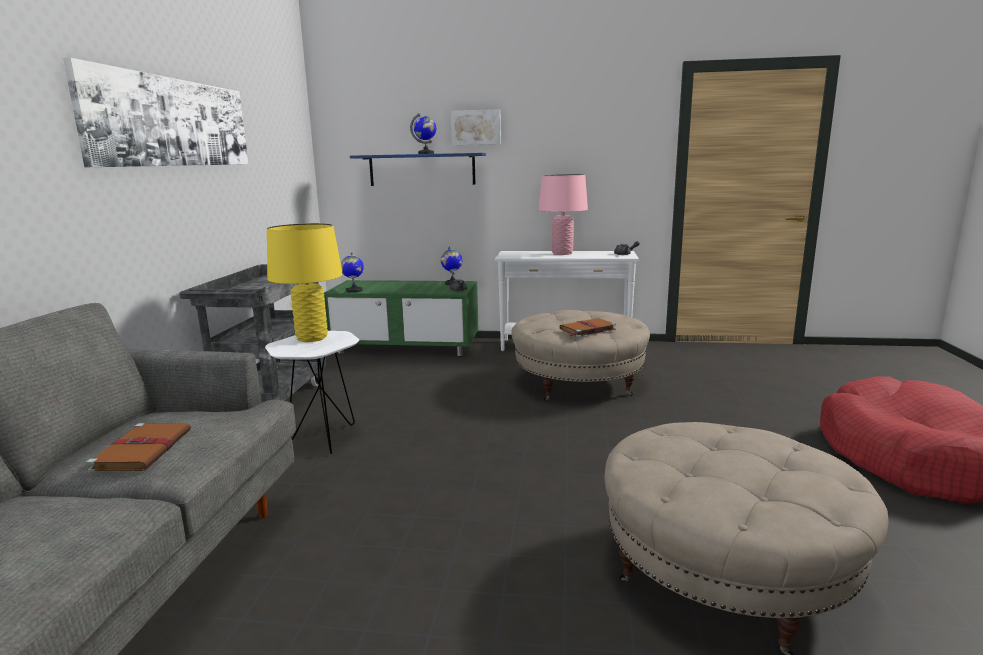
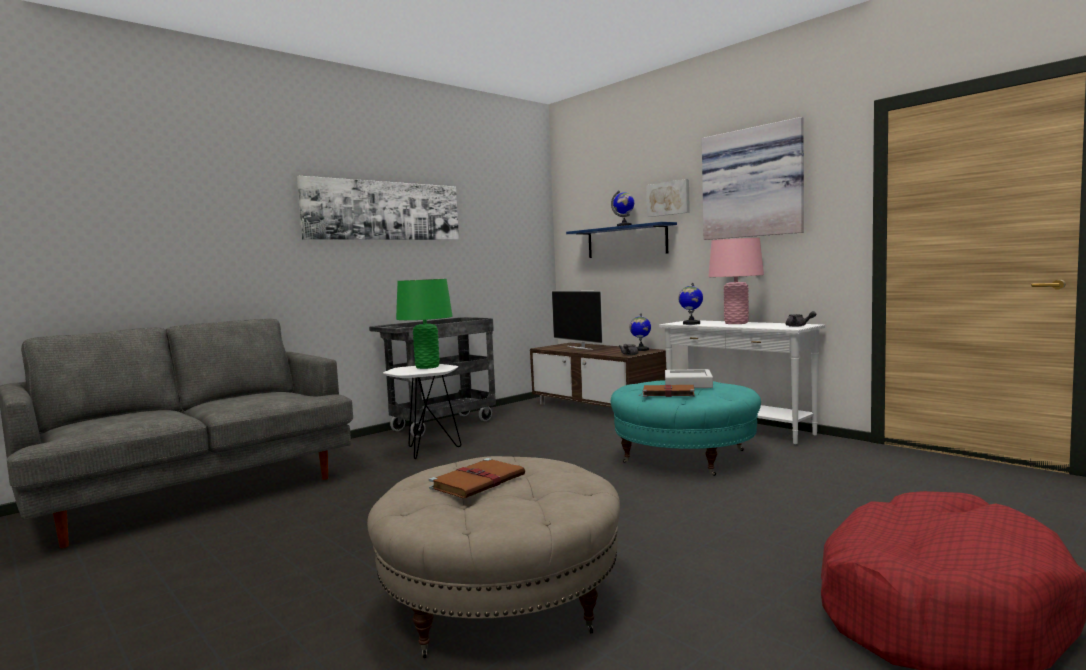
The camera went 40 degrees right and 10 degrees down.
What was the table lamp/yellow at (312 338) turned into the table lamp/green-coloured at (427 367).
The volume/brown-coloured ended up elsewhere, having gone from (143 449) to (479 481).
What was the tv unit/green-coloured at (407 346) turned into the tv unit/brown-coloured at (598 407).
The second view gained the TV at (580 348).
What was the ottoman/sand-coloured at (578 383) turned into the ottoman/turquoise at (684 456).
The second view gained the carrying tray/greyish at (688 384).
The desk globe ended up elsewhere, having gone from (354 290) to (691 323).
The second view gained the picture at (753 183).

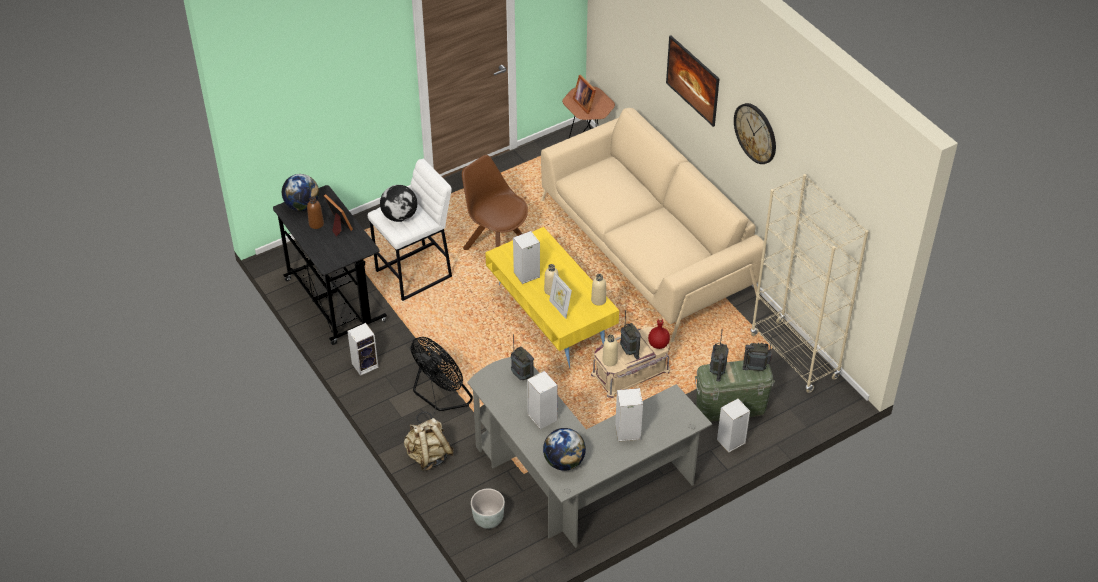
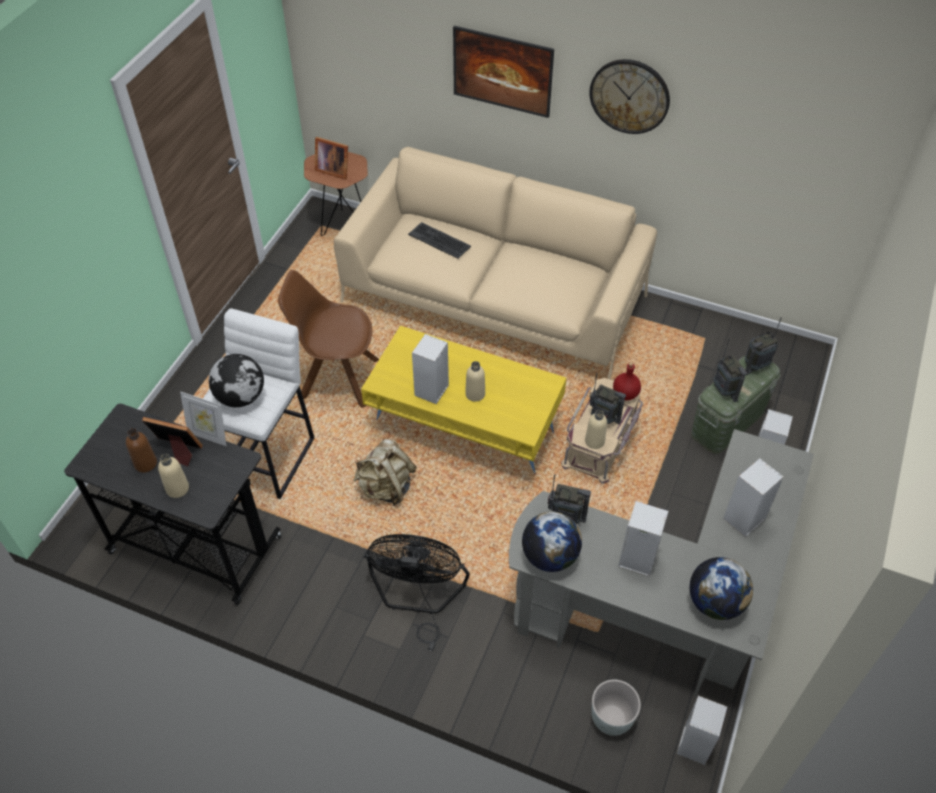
The camera went 35 degrees left and 5 degrees up.
The bottle/sand-coloured ended up elsewhere, having gone from (598 300) to (177 488).
The picture frame ended up elsewhere, having gone from (560 308) to (209 436).
The rucksack/sand-coloured ended up elsewhere, having gone from (428 456) to (386 487).
The second view gained the keyboard at (439 240).
The desk globe ended up elsewhere, having gone from (302 205) to (549 556).
The speaker ended up elsewhere, having gone from (365 365) to (694 743).
The second view lost the bookcase/sand-coloured at (794 356).

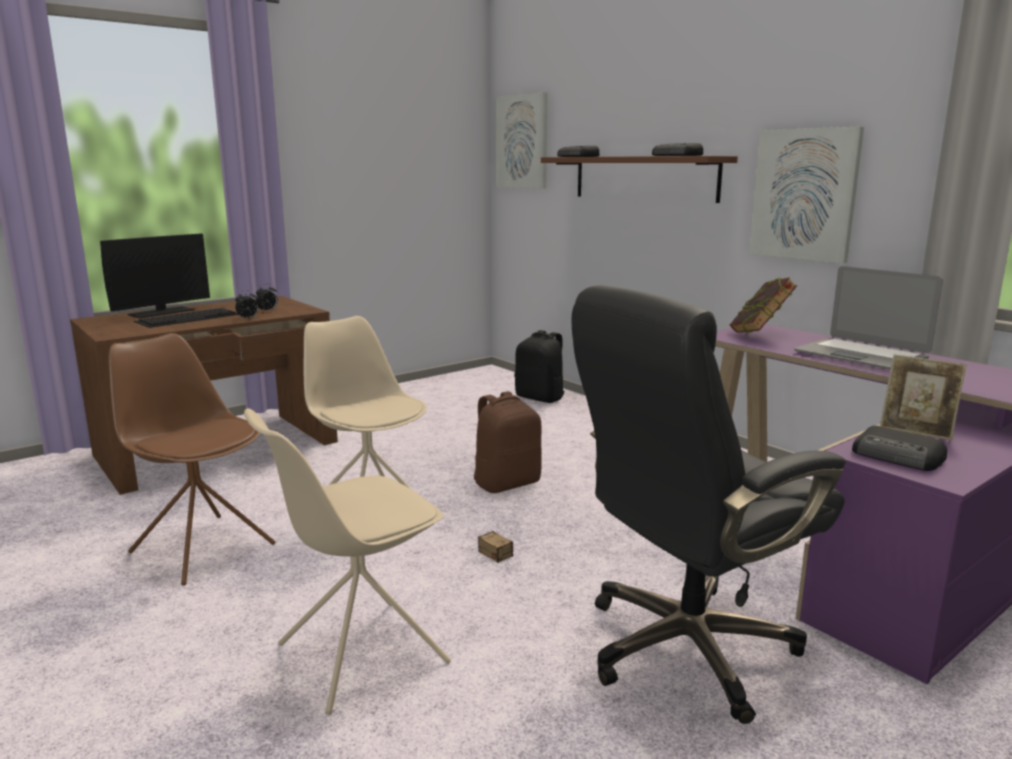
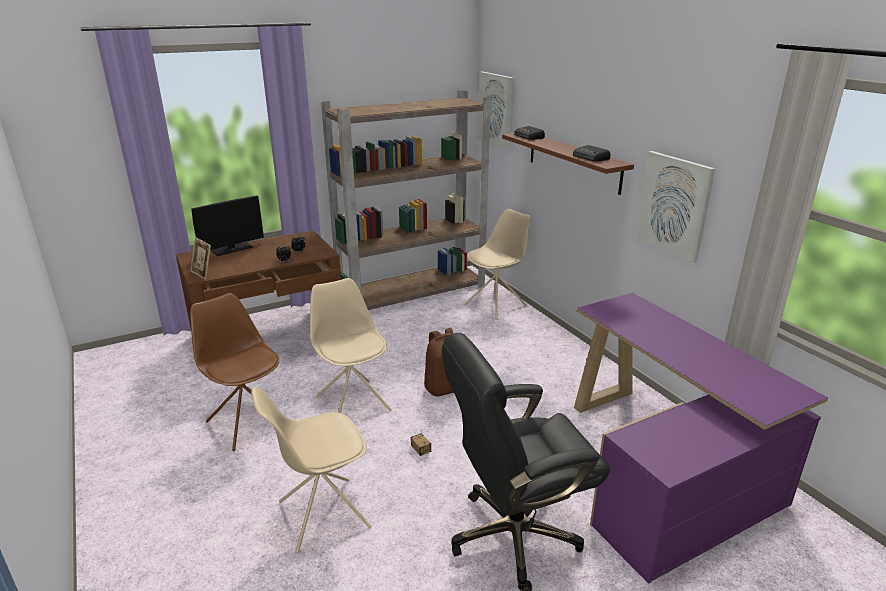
The camera went 10 degrees right and 10 degrees up.
The picture frame ended up elsewhere, having gone from (916 431) to (203 273).
The second view gained the bookcase/brown-coloured at (412 291).
Where the rucksack/blackish stood at (540 398), the upright chair/sand-coloured came to stand at (496 305).
The second view lost the keyboard at (189 317).
The second view lost the volume at (759 335).
The second view lost the laptop at (861 356).
The second view lost the radio at (898 457).

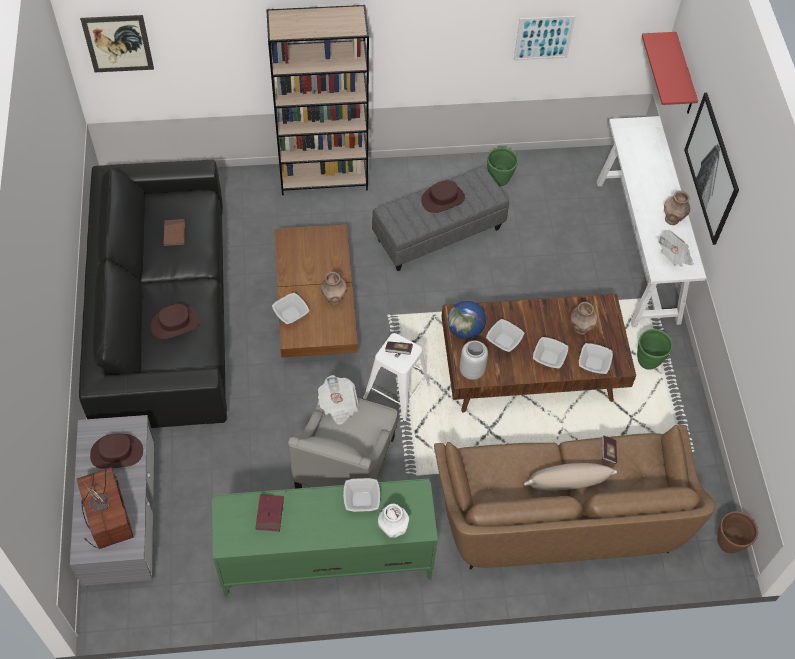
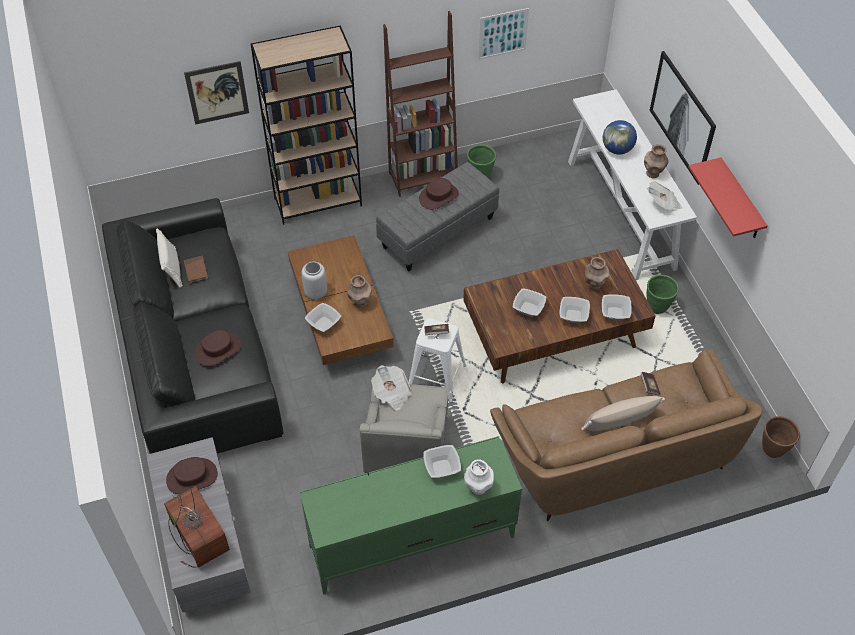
The camera went 10 degrees left and 5 degrees down.
The second view gained the throw pillow/whitish at (171 268).
The picture ended up elsewhere, having gone from (118 43) to (217 92).
The vase/greyish ended up elsewhere, having gone from (471 370) to (315 292).
The second view gained the bookcase/brown-coloured at (423 177).
The desk globe ended up elsewhere, having gone from (465 330) to (617 149).
The shelf/red ended up elsewhere, having gone from (683 76) to (740 201).
The second view lost the volume/red at (269 513).

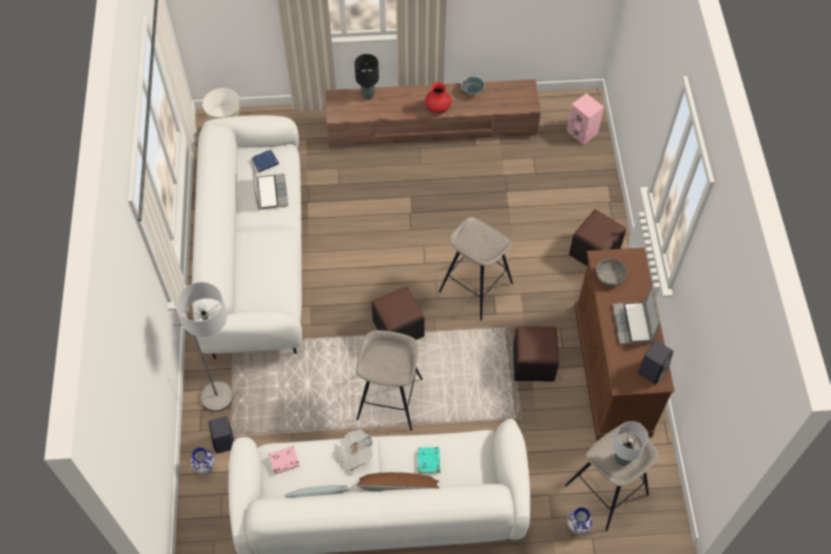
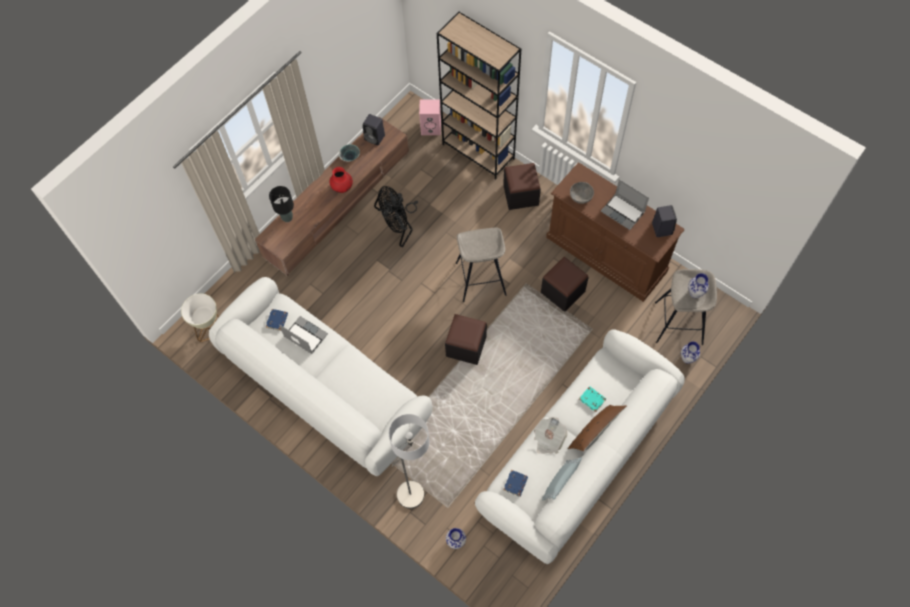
The camera went 45 degrees left and 5 degrees up.
The speaker/blackish ended up elsewhere, having gone from (224 442) to (375 138).
The second view gained the cooling fan/blackish at (398 222).
The second view gained the bookcase/sand-coloured at (479 152).
What was the volume/pink-coloured at (284 461) turned into the volume/bluish at (515 484).
Where the table lamp/greyish stood at (622 459), the vase came to stand at (695 293).
The second view lost the sitting stool/greyish at (390 399).

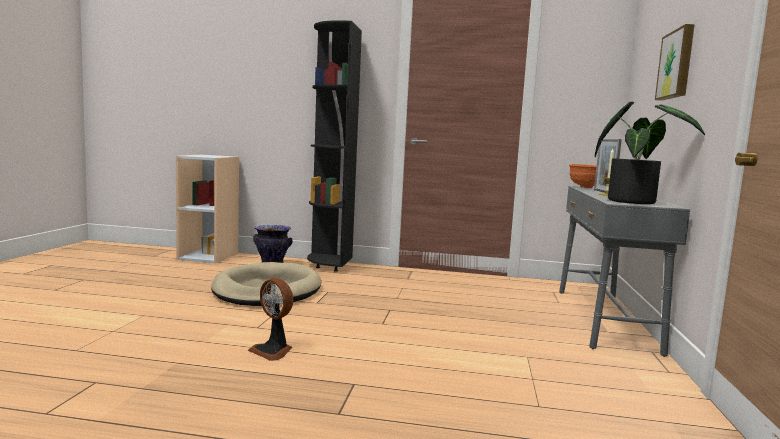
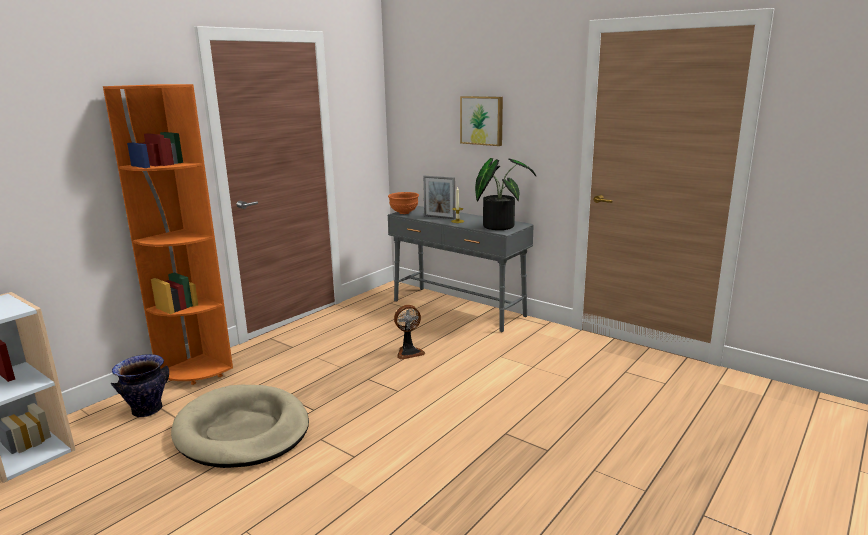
The camera went 60 degrees left and 10 degrees up.
What was the bookcase/blackish at (328 266) turned into the bookcase/orangey at (196 376).
The cooling fan ended up elsewhere, having gone from (273 351) to (409 352).

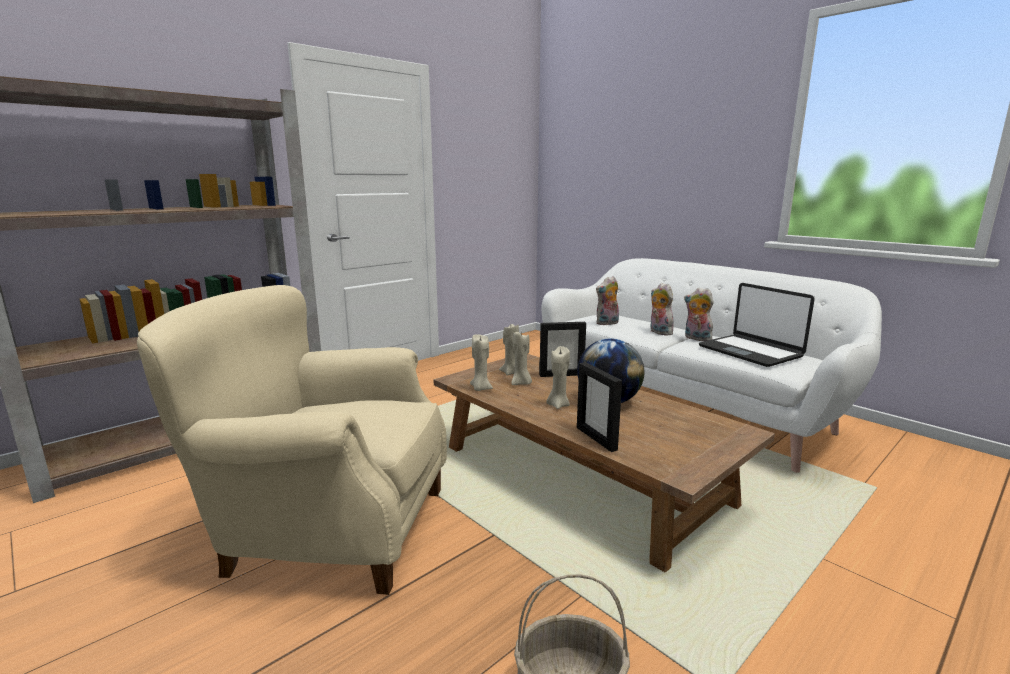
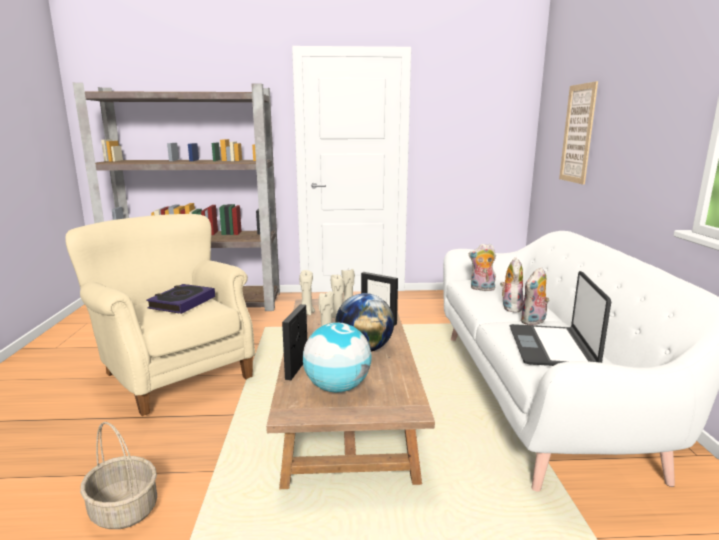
The camera went 40 degrees right and 0 degrees up.
The second view gained the volume at (182 303).
The second view gained the desk globe at (337 387).
The cuddly toy at (696 338) ended up facing another way, 120 degrees counterclockwise from before.
The second view gained the picture at (577 134).

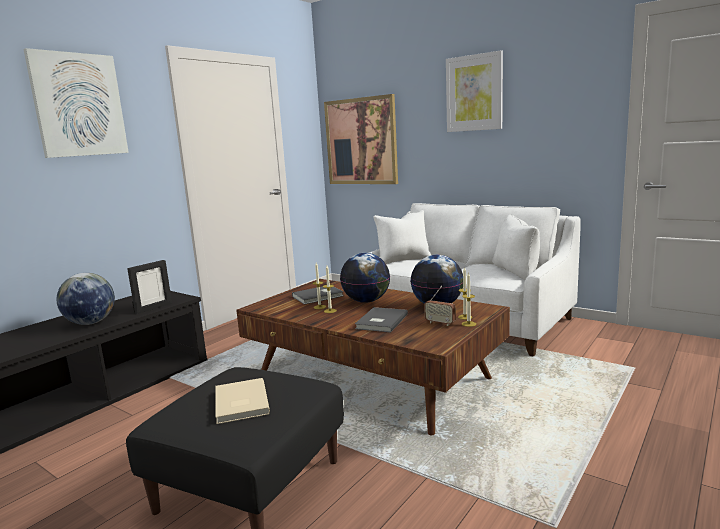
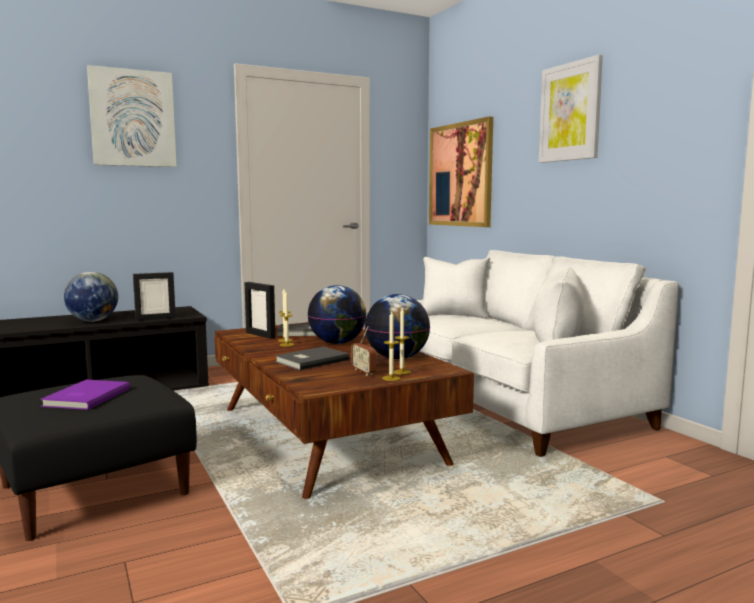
The camera went 25 degrees right and 5 degrees down.
What was the volume/sand-coloured at (239 403) turned into the volume/purple-coloured at (84 397).
The second view gained the picture frame at (261 335).

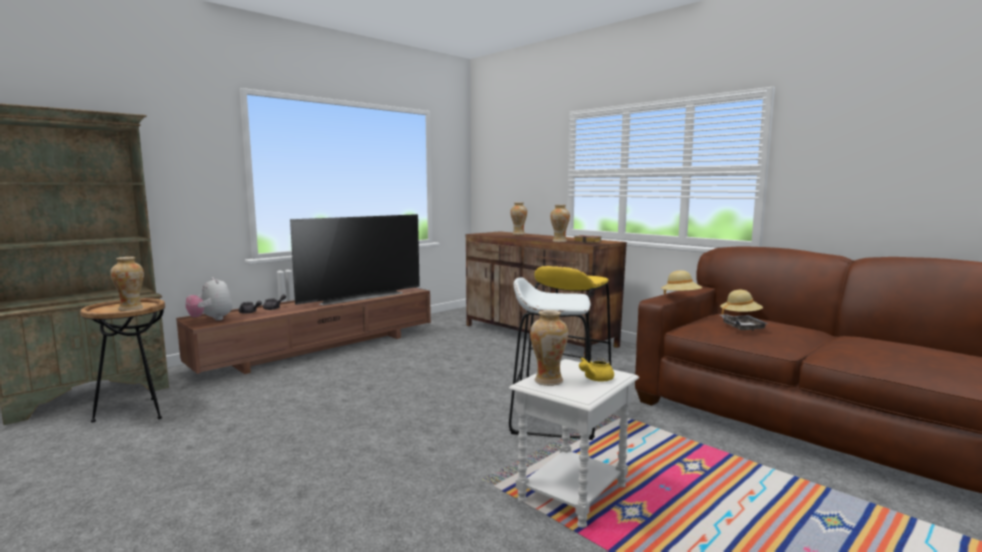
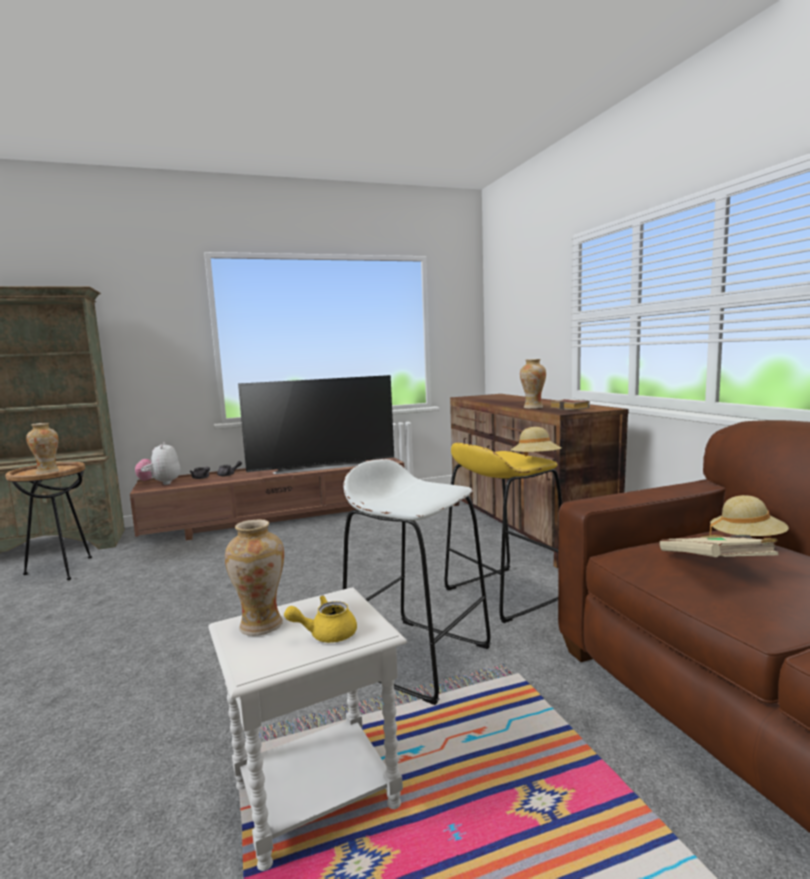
The camera went 25 degrees right and 0 degrees up.
The hat/sand-coloured ended up elsewhere, having gone from (680 297) to (536 461).
Where the carrying tray/greyish stood at (742 327), the volume/sand-coloured came to stand at (715 566).
The second view lost the vase at (518 234).

